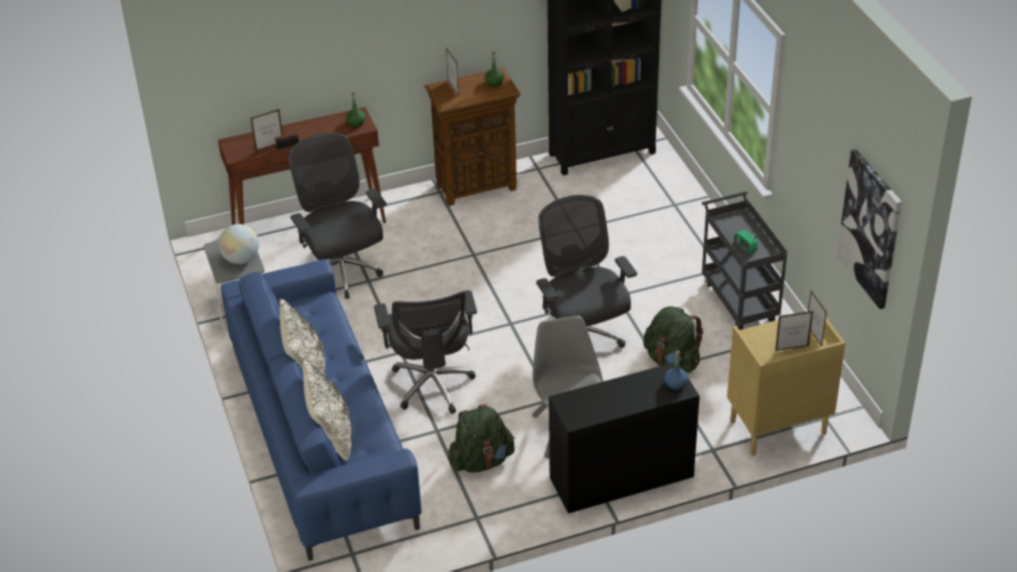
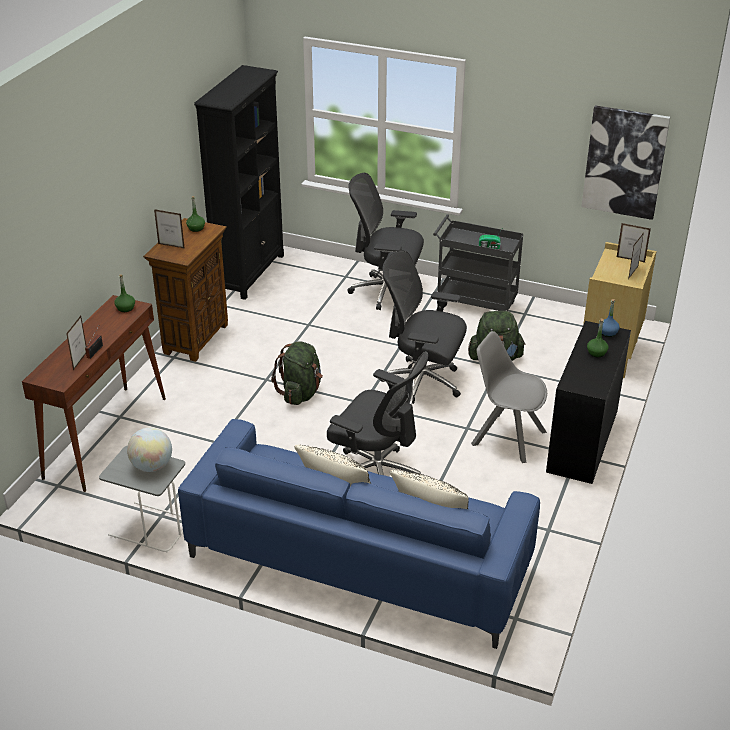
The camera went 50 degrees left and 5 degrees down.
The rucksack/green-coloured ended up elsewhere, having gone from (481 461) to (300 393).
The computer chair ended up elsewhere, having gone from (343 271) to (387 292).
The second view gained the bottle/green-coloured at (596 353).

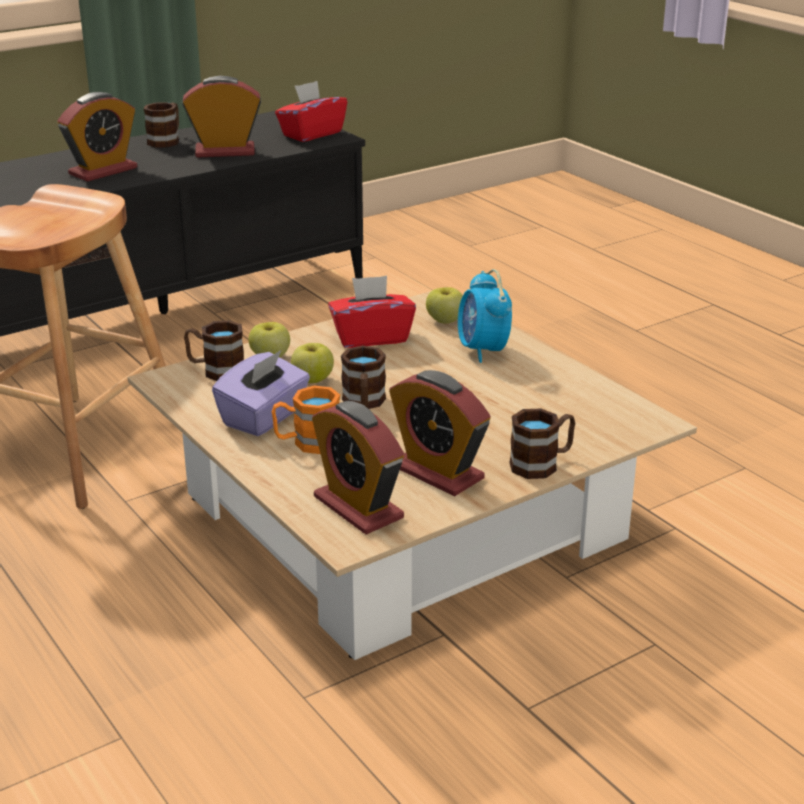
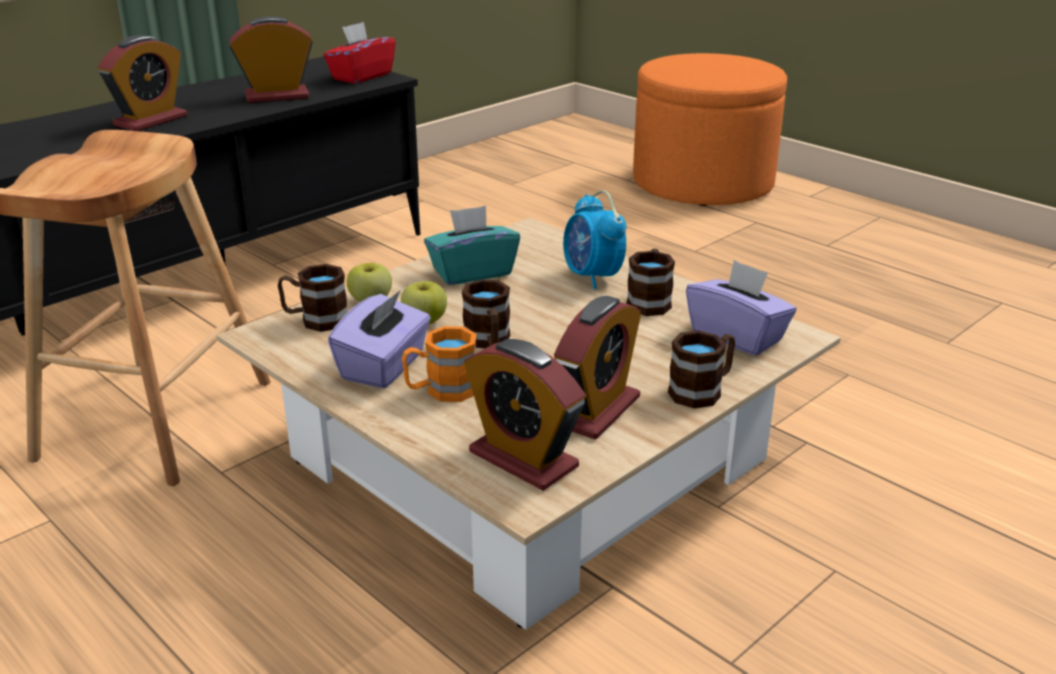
The camera went 10 degrees left and 0 degrees up.
What was the tissue box/red at (371 337) turned into the tissue box/turquoise at (472 272).
The table clock at (437 473) ended up facing another way, 90 degrees counterclockwise from before.
The mug/brown-coloured ended up elsewhere, having gone from (166 140) to (649 301).
The second view gained the ottoman/orangey at (702 183).
The second view gained the tissue box/purple-coloured at (737 336).
The second view lost the apple fruit at (445 320).

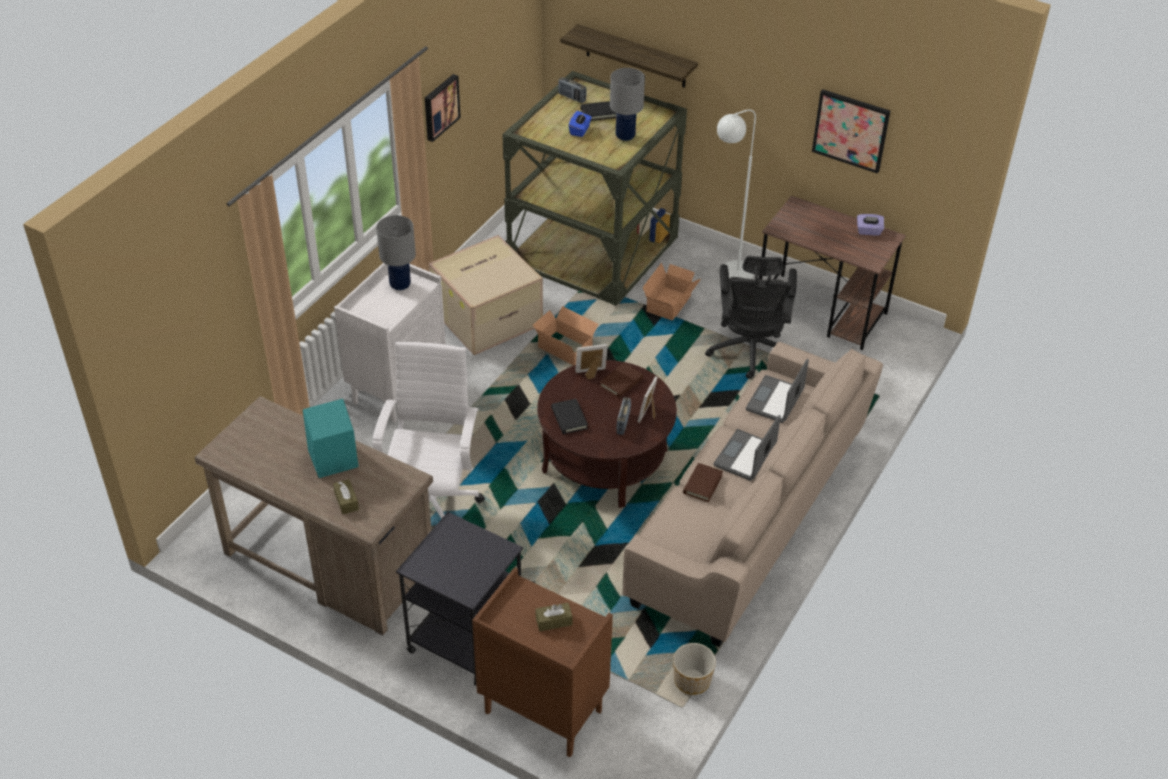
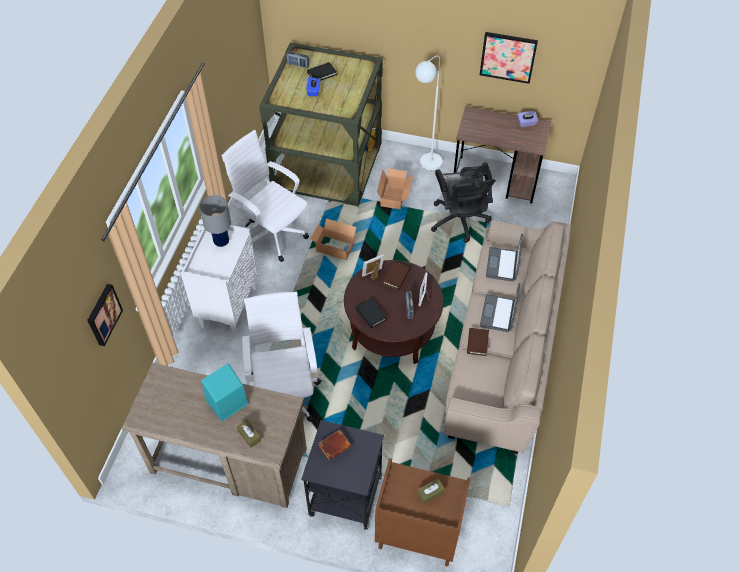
The camera went 15 degrees left and 10 degrees up.
The picture ended up elsewhere, having gone from (440 107) to (103 314).
Where the carton stood at (487 316), the computer chair/whitish came to stand at (272 234).
The second view gained the volume/brown-coloured at (334 445).
The second view lost the shelf at (636 57).
The second view lost the table lamp/greyish at (625 137).
The second view lost the plant pot at (692 681).

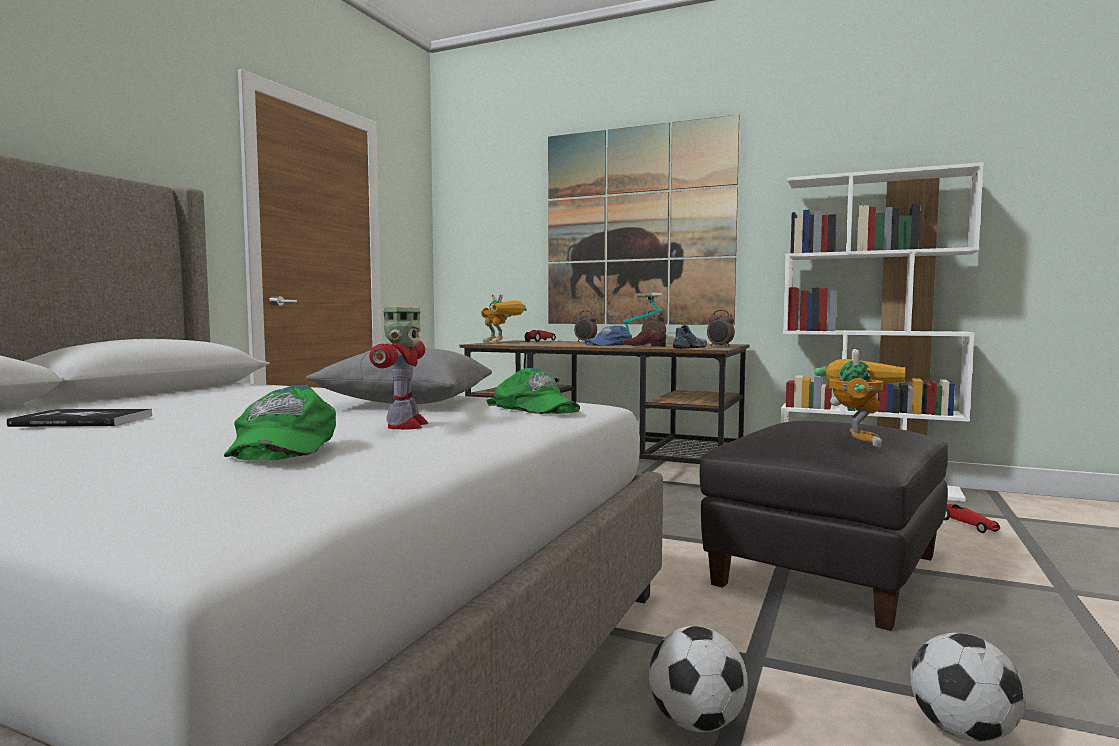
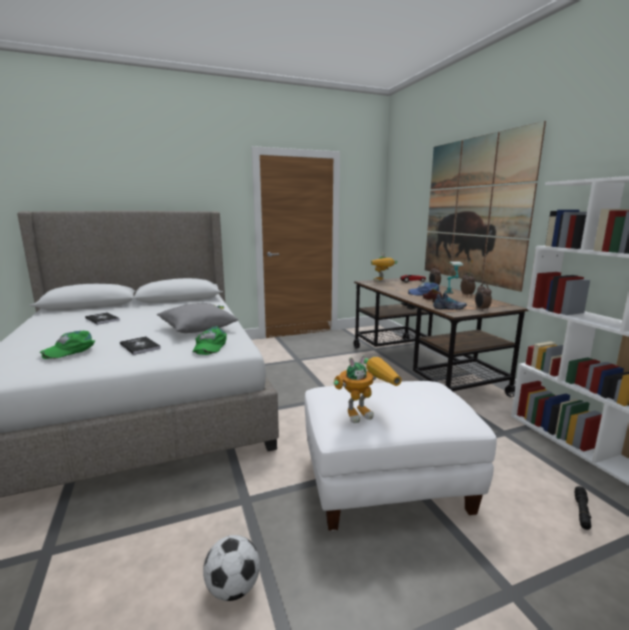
The camera went 45 degrees right and 10 degrees up.
Where the robot figure stood at (405 426), the volume came to stand at (140 346).
What was the ottoman/blackish at (827 570) turned into the ottoman/whitish at (386 483).
Where the miniature car stood at (967 525), the torch/blackish came to stand at (582 512).
The second view lost the football at (696 723).

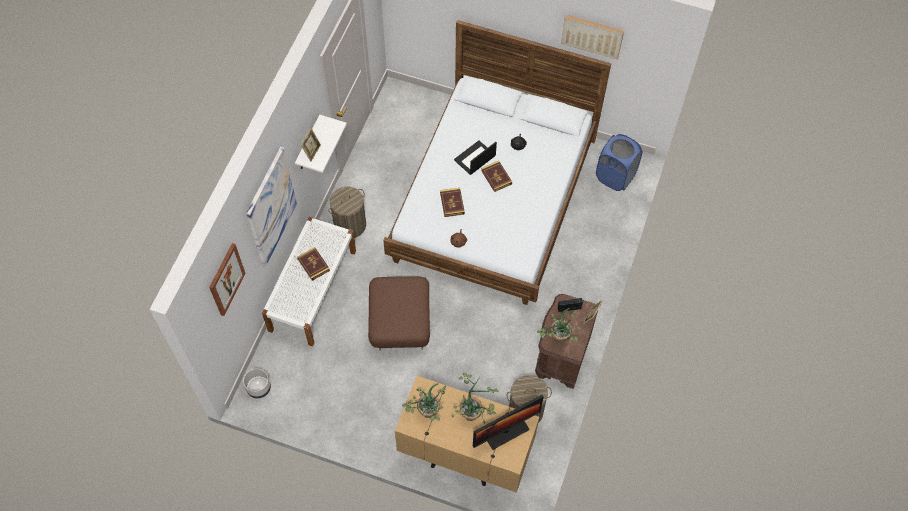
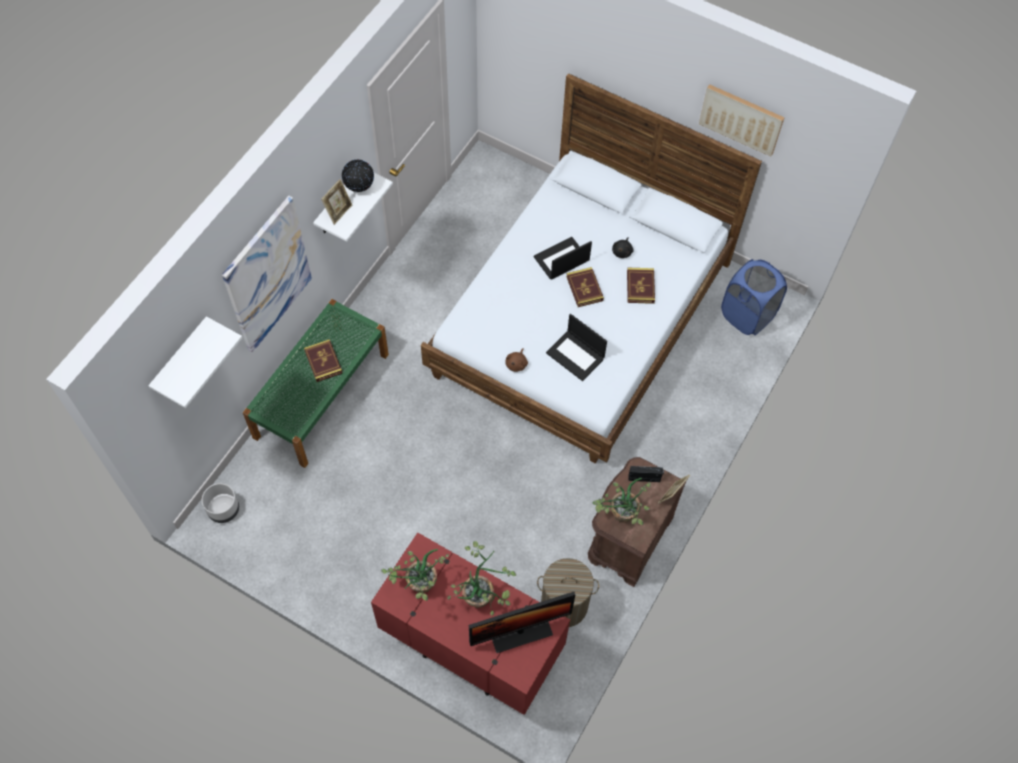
The camera went 10 degrees right and 0 degrees up.
Where the picture hung at (226 279), the shelf/whitish came to hang at (181 359).
What was the bench/whitish at (312 290) turned into the bench/green-coloured at (321 395).
The second view gained the desk globe at (359 188).
What was the chest of drawers/sand-coloured at (464 455) turned into the chest of drawers/red at (470 648).
The second view gained the laptop at (576 355).
The volume ended up elsewhere, having gone from (452 203) to (640 287).
The second view lost the washing basket at (350 225).
The second view lost the ottoman/brown-coloured at (399 323).

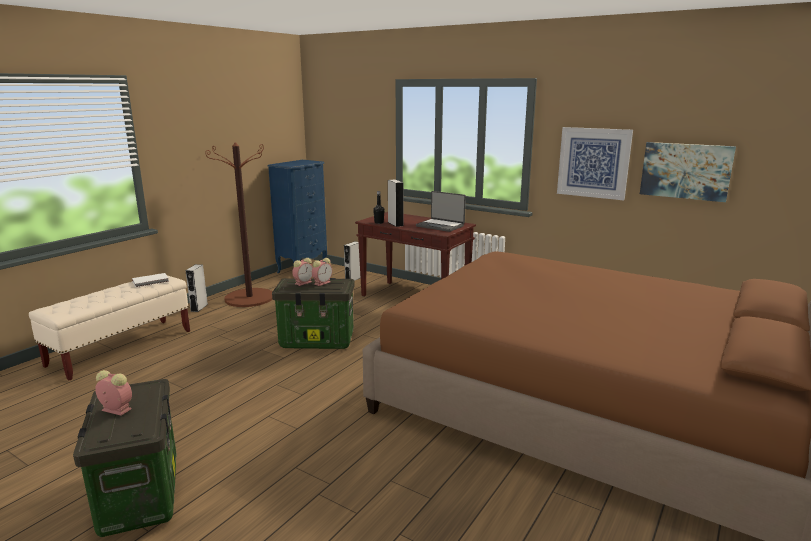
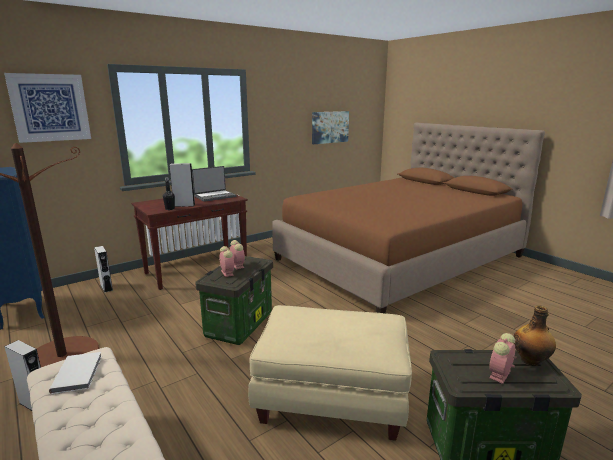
The camera went 70 degrees left and 0 degrees up.
The picture ended up elsewhere, having gone from (593 163) to (50 108).
The second view gained the ottoman/sand-coloured at (330 398).
The second view gained the bottle at (530 360).

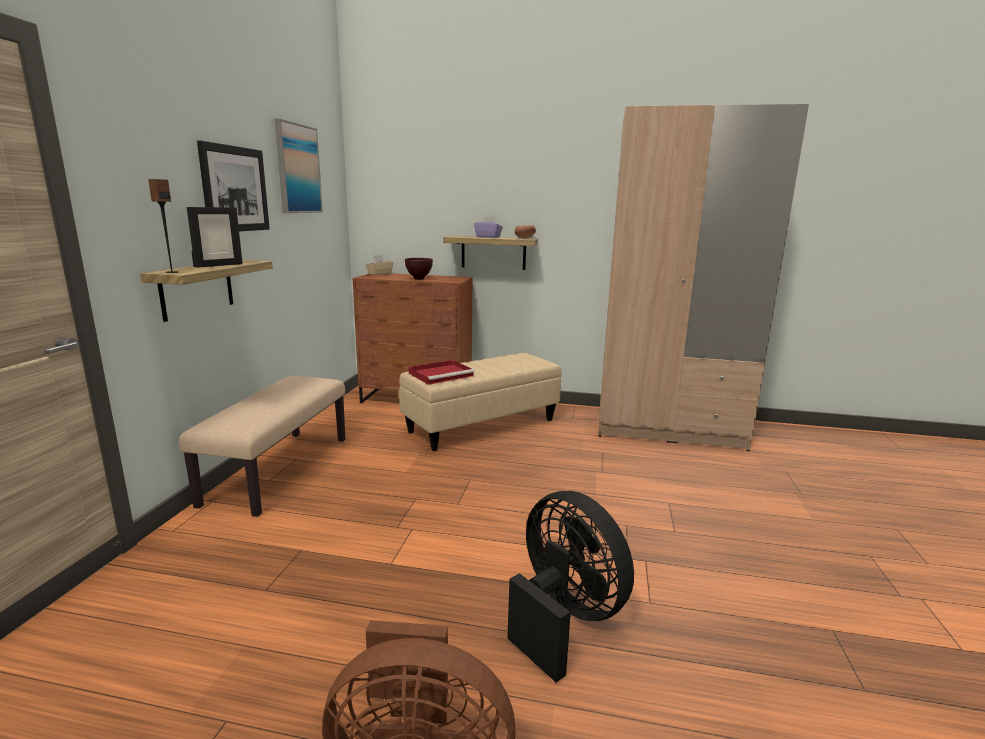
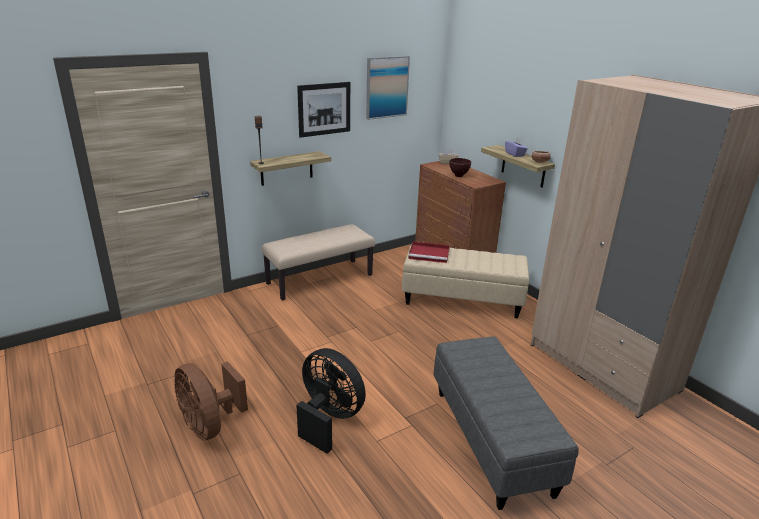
The camera went 45 degrees right and 10 degrees up.
The cooling fan/blackish at (564 618) ended up facing another way, 60 degrees counterclockwise from before.
The second view gained the ottoman/greyish at (492 441).
The second view lost the picture frame at (218 265).

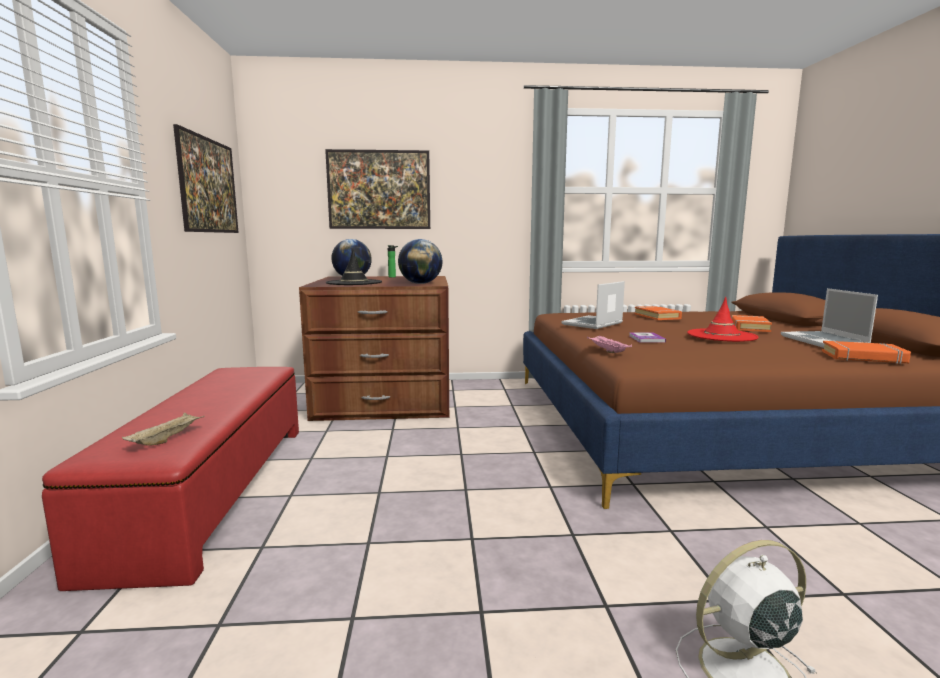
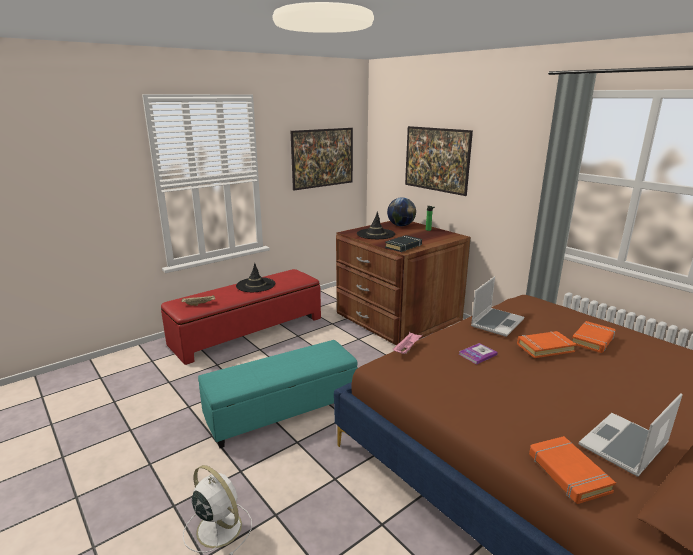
The camera went 55 degrees right and 10 degrees up.
The second view gained the ottoman/turquoise at (282 411).
The second view gained the hat/blackish at (255 285).
Where the desk globe stood at (420 283), the volume/blackish came to stand at (403 246).
The laptop at (593 324) ended up facing another way, 120 degrees clockwise from before.
The volume/orangey ended up elsewhere, having gone from (749 327) to (544 347).
The second view lost the hat/red at (721 336).

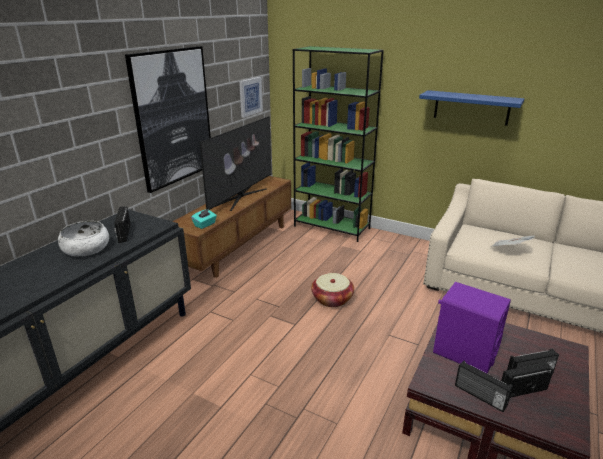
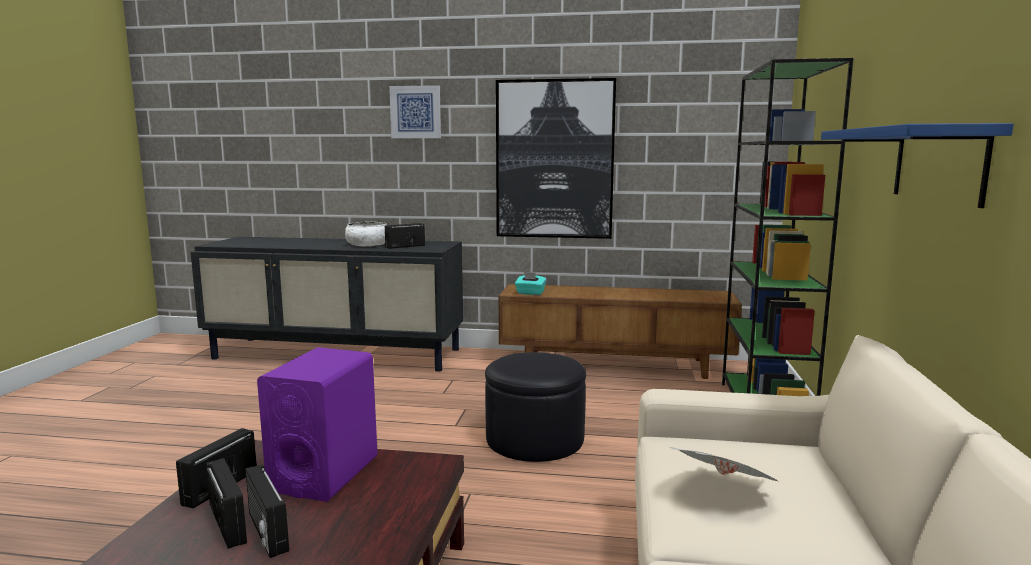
The camera went 70 degrees right and 15 degrees down.
The picture ended up elsewhere, having gone from (250 96) to (415 112).
Where the storage basket stood at (332 299), the ottoman/blackish came to stand at (535 439).
The second view lost the TV at (241 197).

